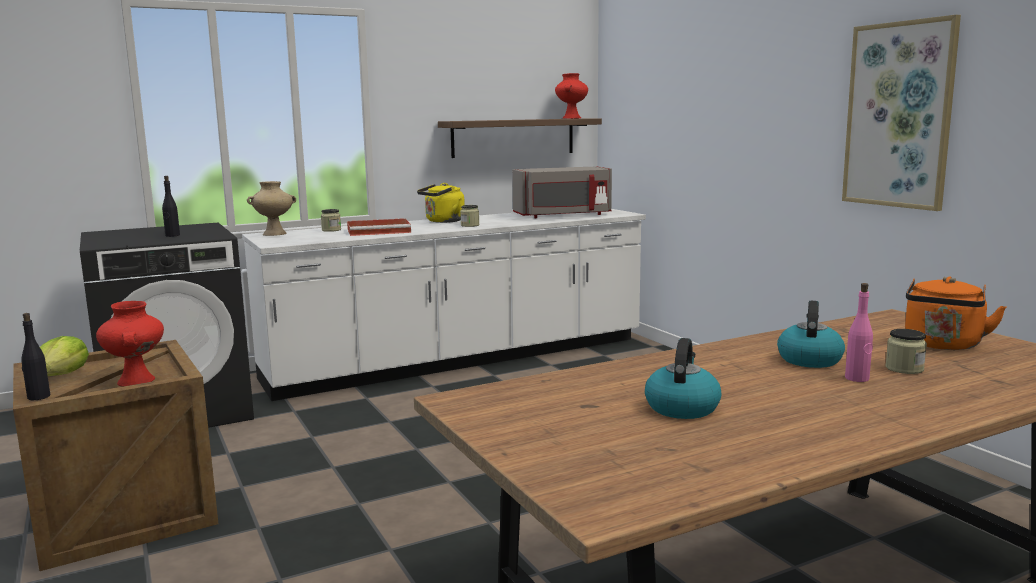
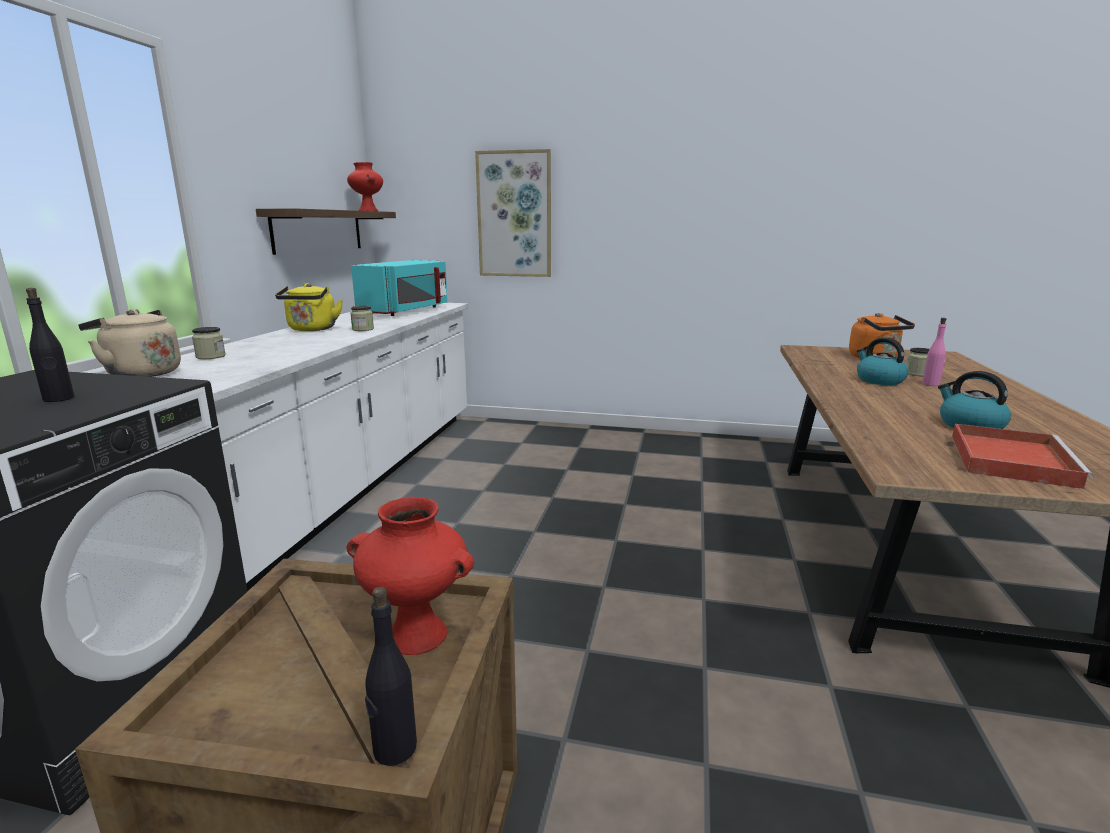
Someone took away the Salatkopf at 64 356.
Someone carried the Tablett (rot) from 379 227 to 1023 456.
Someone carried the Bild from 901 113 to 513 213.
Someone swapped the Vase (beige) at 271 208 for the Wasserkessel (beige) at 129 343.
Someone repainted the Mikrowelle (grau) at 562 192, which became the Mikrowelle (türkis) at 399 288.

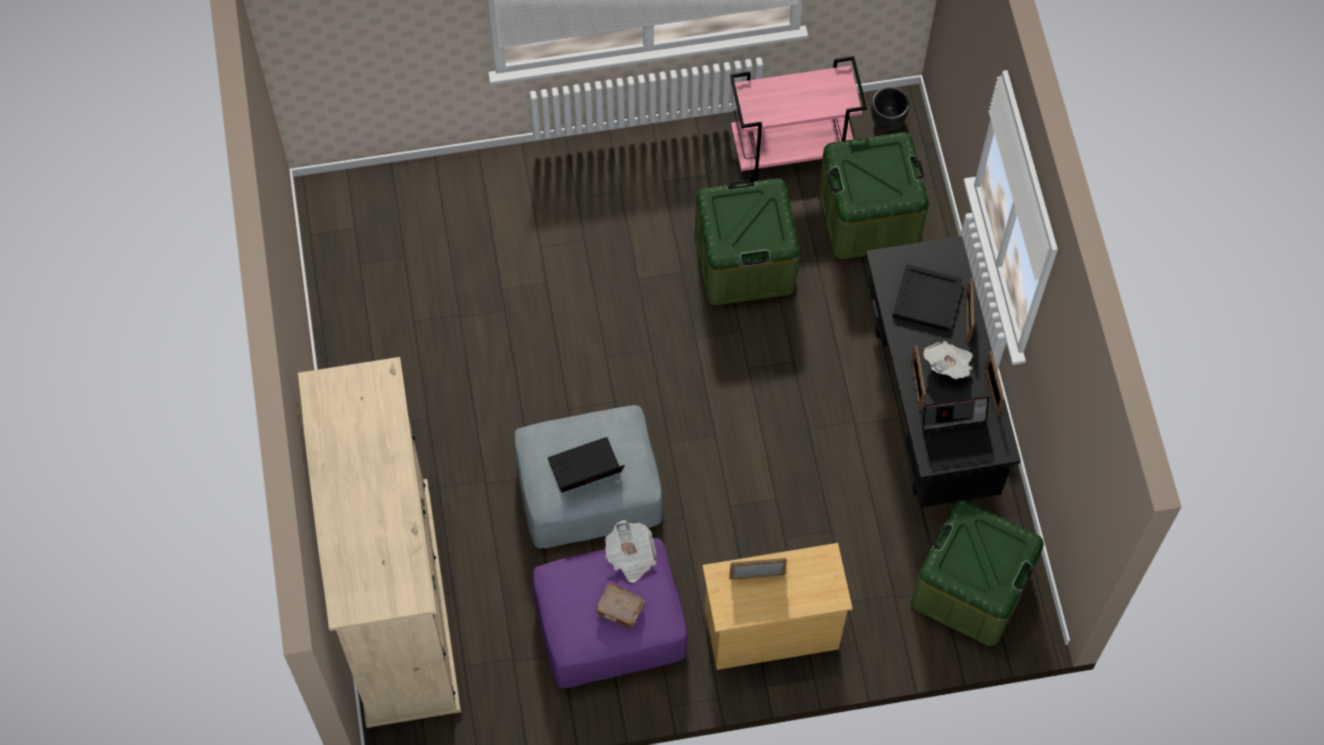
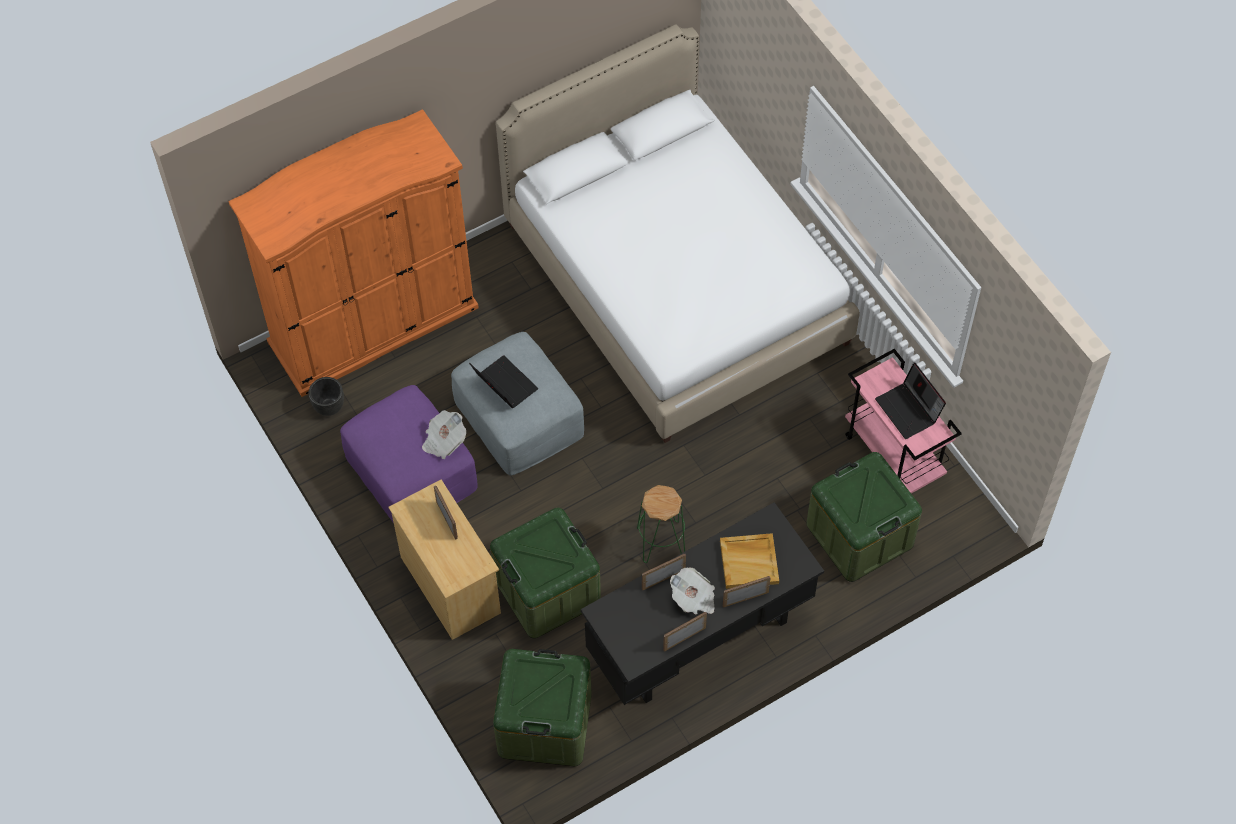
Someone took away the Buch (braun) at 619 606.
Someone put down the Bett (weiß) at 678 233.
Someone put down the Hocker (grün) at 661 524.
Someone carried the Aufbewahrungsbox (grün) from 747 242 to 545 573.
Someone carried the Pflanzkübel (schwarz) from 890 108 to 326 396.
Someone carried the Laptop from 958 432 to 910 400.
Someone repainted the Kleiderschrank (beige) at 379 542, which became the Kleiderschrank (orange) at 353 253.
Someone repainted the Tablett (schwarz) at 927 298, which became the Tablett (beige) at 749 561.

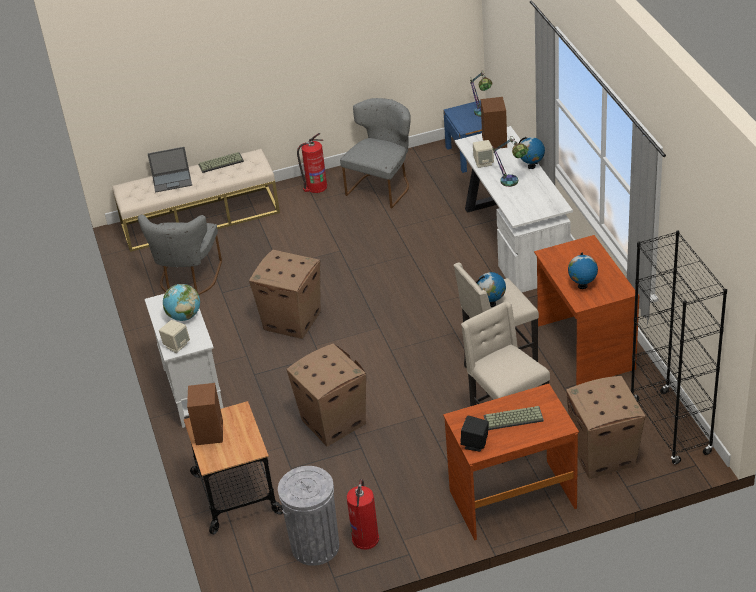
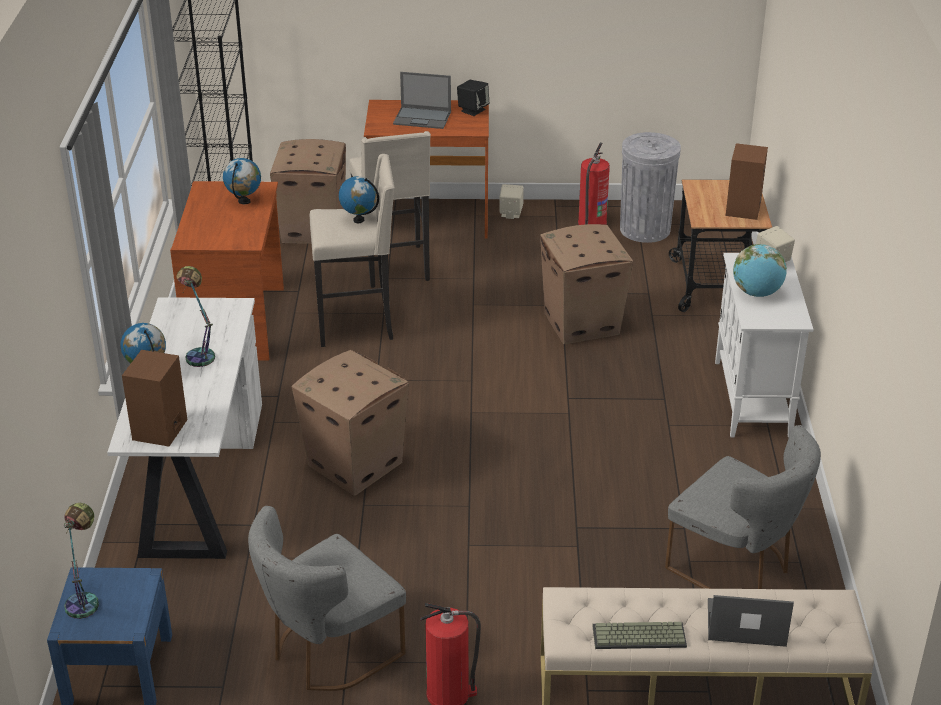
Someone carried the Karton from 285 294 to 350 423.
Someone carried the Lautsprecher (beige) from 483 154 to 512 201.
Someone swapped the Tastatur at 514 418 for the Laptop at 422 100.
Someone rotated the Stuhl (grau) at 180 254 by 105 degrees clockwise.

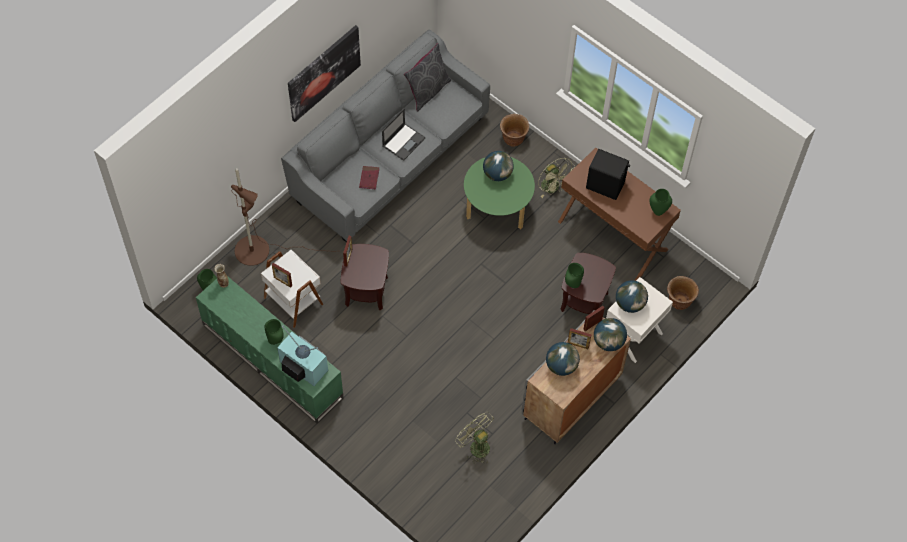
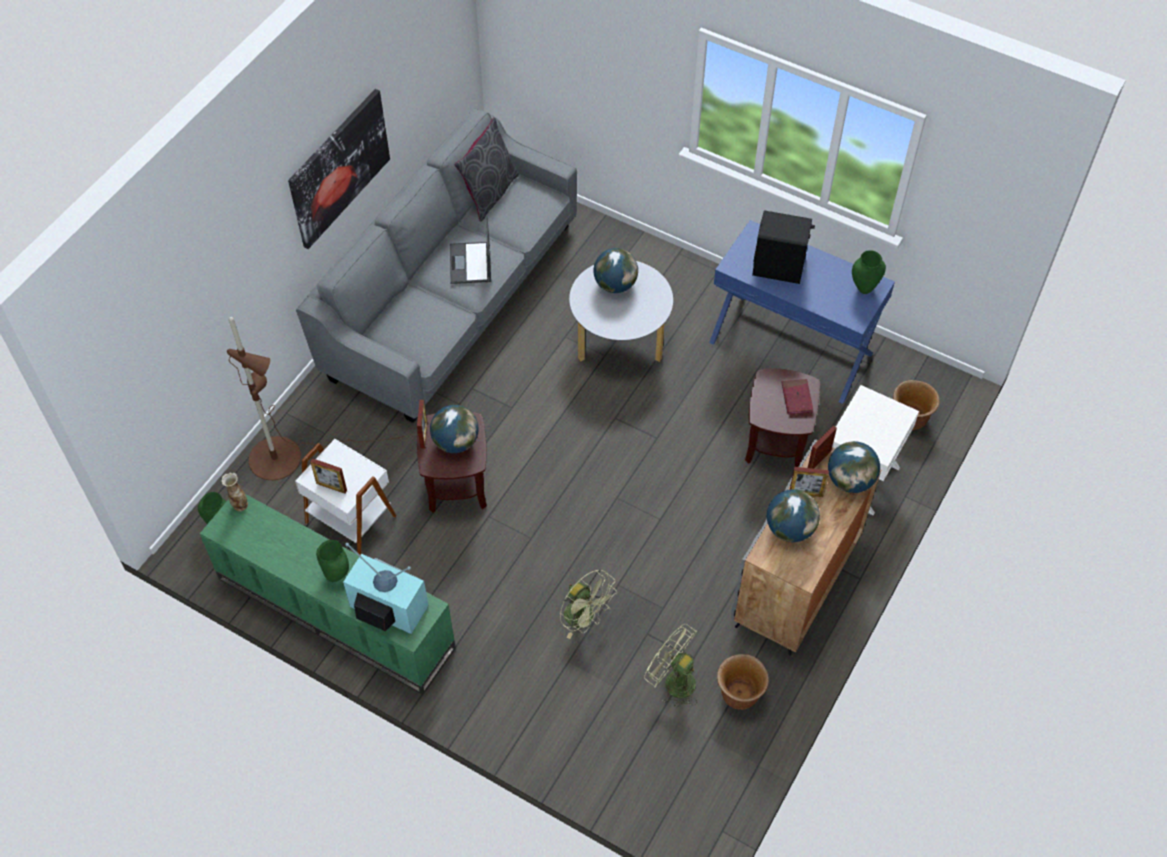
Someone took away the Vase (grün) at 574 275.
Someone carried the Buch (rot) from 369 177 to 797 396.
Someone carried the Pflanzkübel (braun) from 514 130 to 743 682.
Someone carried the Ventilator (grün) from 556 178 to 588 604.
Someone carried the Globus from 632 296 to 454 429.
Someone repainted the Couchtisch (grün) at 499 193, which became the Couchtisch (grau) at 621 311.
Someone repainted the Konsolentisch (braun) at 619 214, which became the Konsolentisch (blau) at 802 312.
Someone rotated the Laptop at 404 134 by 150 degrees clockwise.

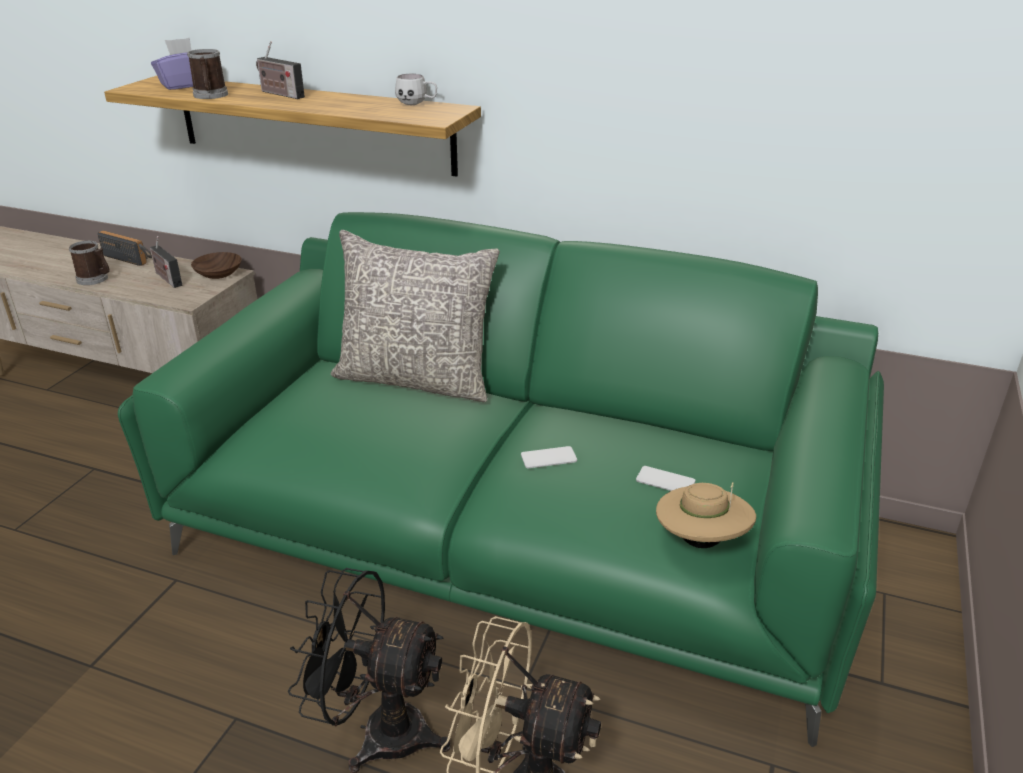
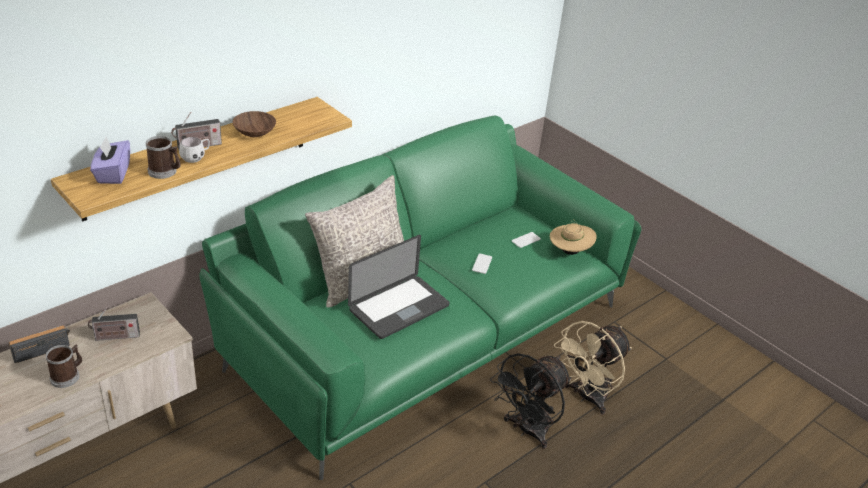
Someone put down the Laptop at 398 287.
Someone carried the Schüssel (braun) from 216 265 to 254 124.
Someone carried the Henkelbecher (weiß) from 416 89 to 194 150.

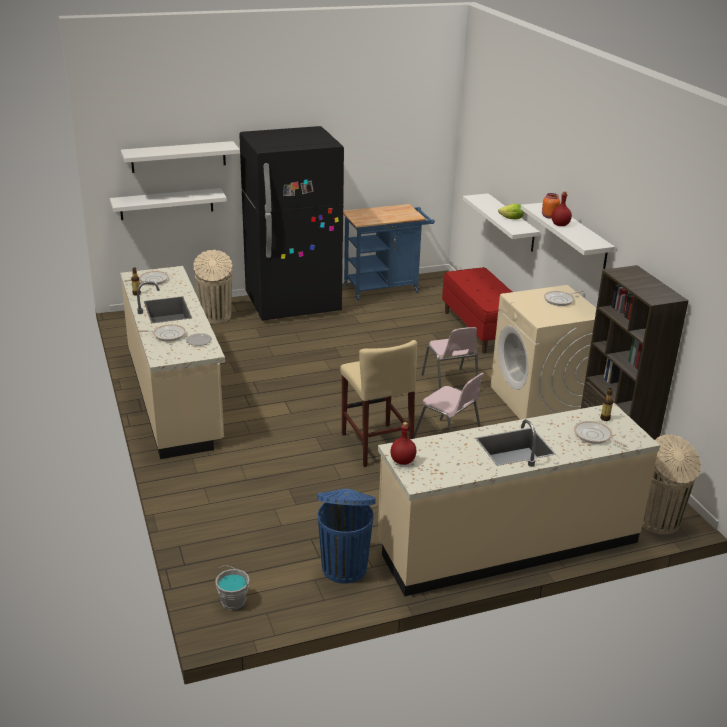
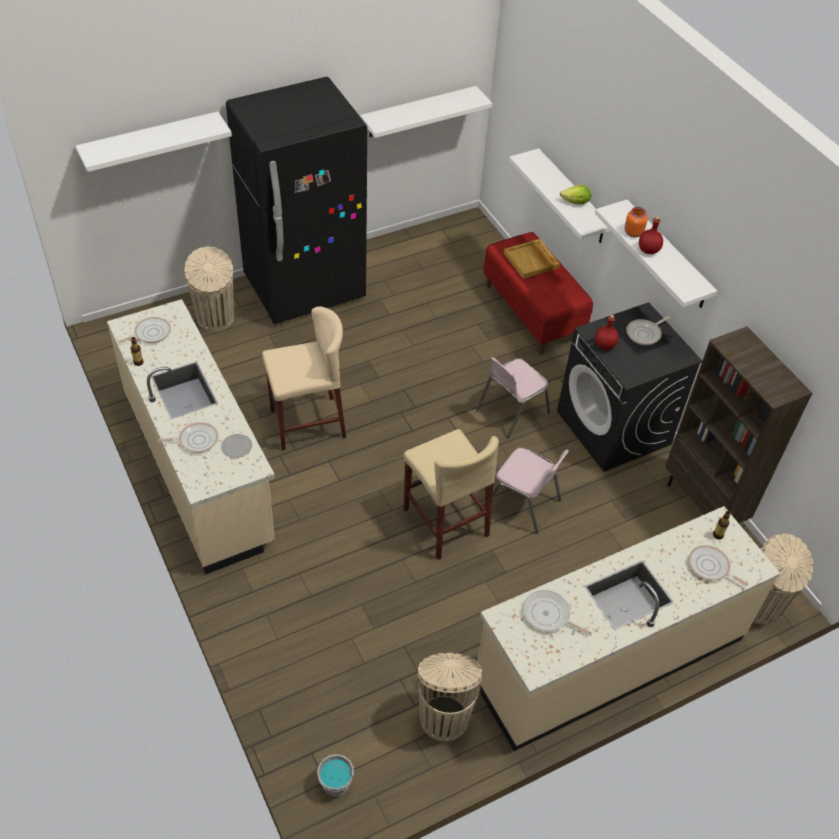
Someone took away the Rollwagen (blau) at 389 252.
Someone put down the Hocker (beige) at 304 378.
Someone put down the Tablett (beige) at 532 259.
Someone put down the Pfanne at 557 612.
Someone carried the Wandregal (weiß) from 168 204 to 426 112.
Someone carried the Flasche (rot) from 403 443 to 607 332.
Someone repainted the Mülleimer (blau) at 346 536, which became the Mülleimer (beige) at 450 697.
Someone repainted the Waschmaschine (beige) at 543 352, which became the Waschmaschine (schwarz) at 629 387.
Someone rotated the Stuhl (rosa) at 449 358 by 75 degrees clockwise.

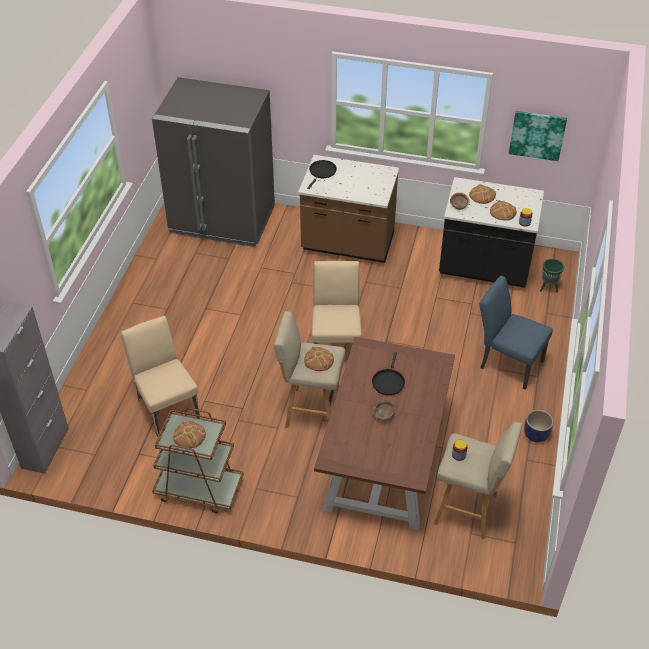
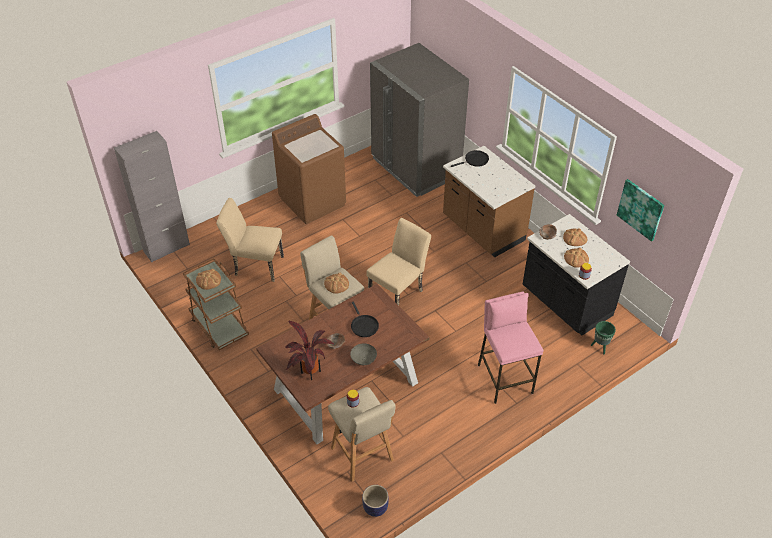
Someone put down the Waschmaschine (braun) at 309 169.
Someone put down the Topfpflanze at 310 350.
Someone put down the Schüssel (grau) at 363 354.
Someone carried the Pflanzkübel from 539 426 to 375 501.
Someone swapped the Stuhl (blau) at 516 333 for the Hocker (rosa) at 511 348.
Someone rotated the Stuhl (beige) at 160 376 by 90 degrees counterclockwise.
Someone rotated the Pfanne (schwarz) at 388 373 by 75 degrees counterclockwise.

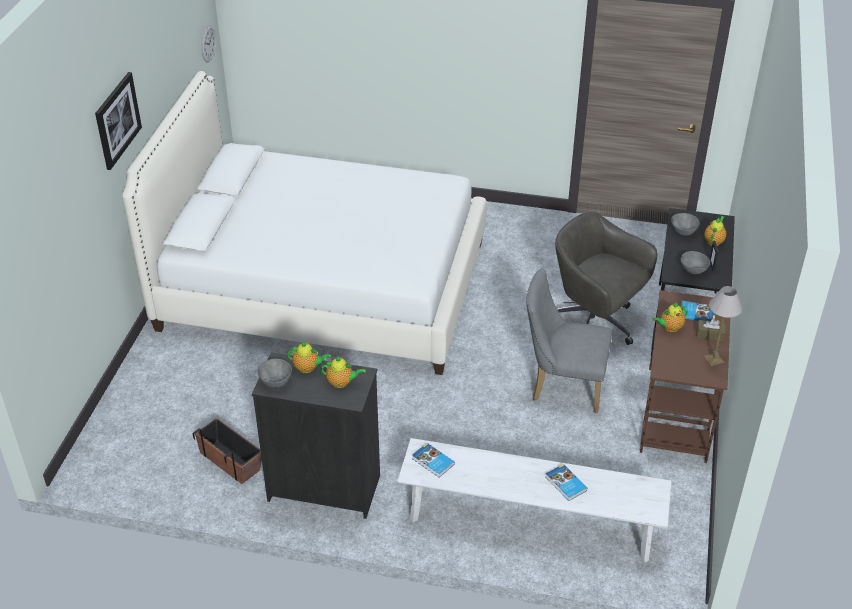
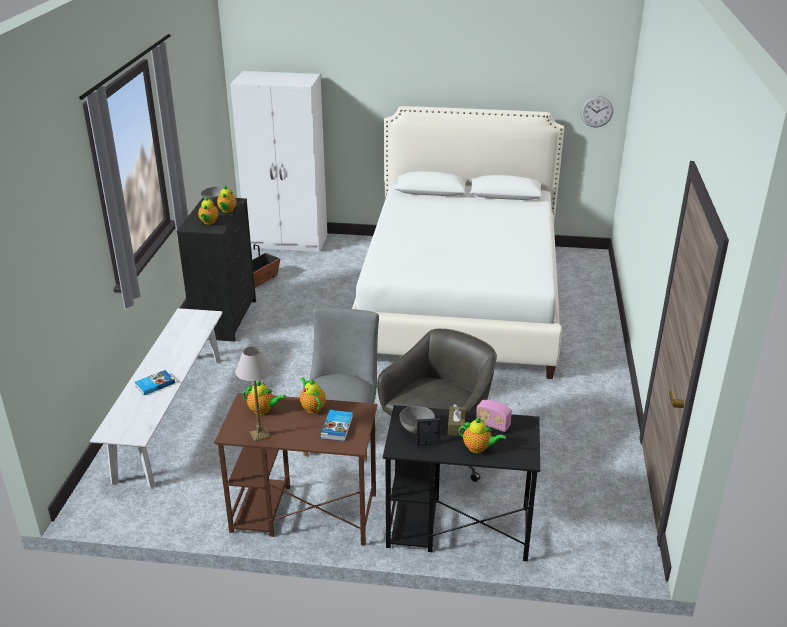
Someone took away the Bild at 118 121.
Someone took away the Buch at 433 460.
Someone put down the Kleiderschrank (weiß) at 278 161.
Someone put down the Teekanne at 264 398.
Someone carried the Taschentuchbox (braun) from 711 329 to 457 420.
Someone swapped the Schüssel (grau) at 685 224 for the Radio at 494 416.

